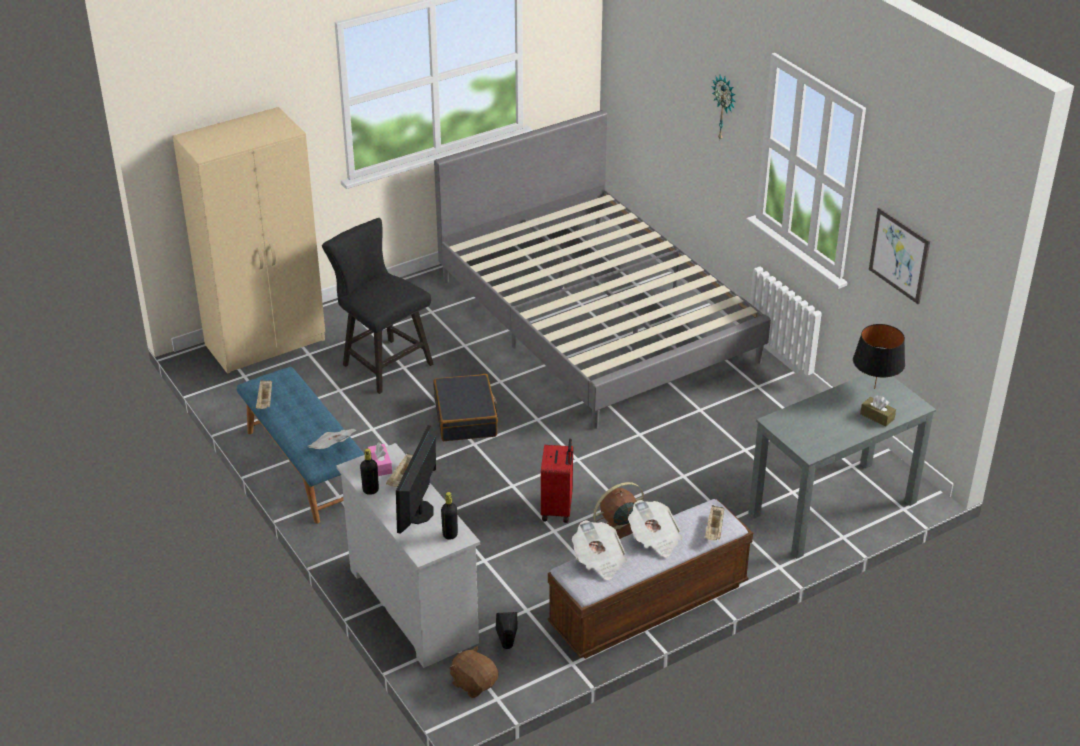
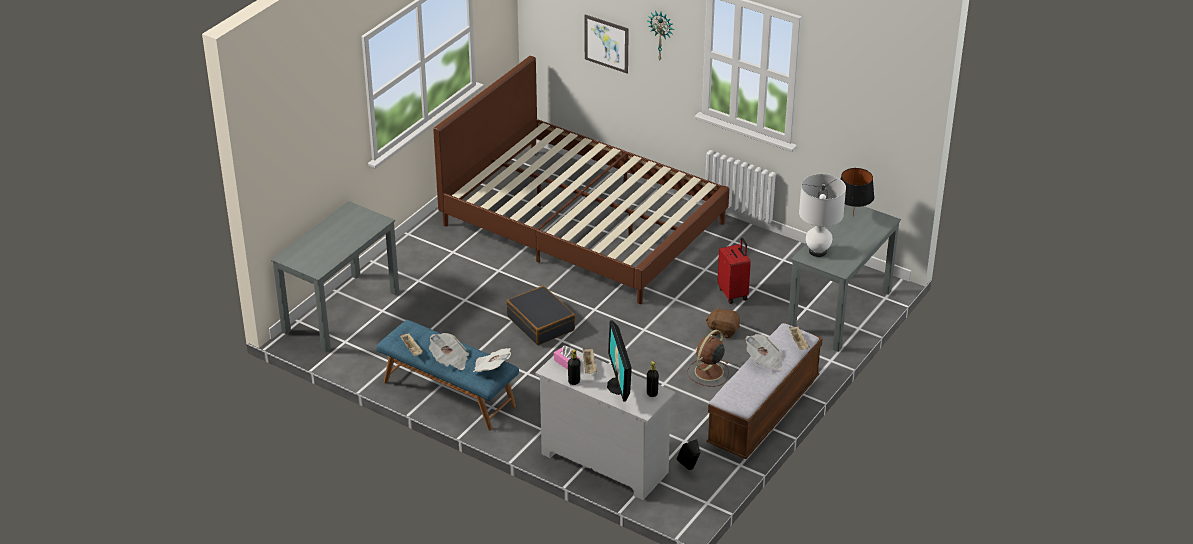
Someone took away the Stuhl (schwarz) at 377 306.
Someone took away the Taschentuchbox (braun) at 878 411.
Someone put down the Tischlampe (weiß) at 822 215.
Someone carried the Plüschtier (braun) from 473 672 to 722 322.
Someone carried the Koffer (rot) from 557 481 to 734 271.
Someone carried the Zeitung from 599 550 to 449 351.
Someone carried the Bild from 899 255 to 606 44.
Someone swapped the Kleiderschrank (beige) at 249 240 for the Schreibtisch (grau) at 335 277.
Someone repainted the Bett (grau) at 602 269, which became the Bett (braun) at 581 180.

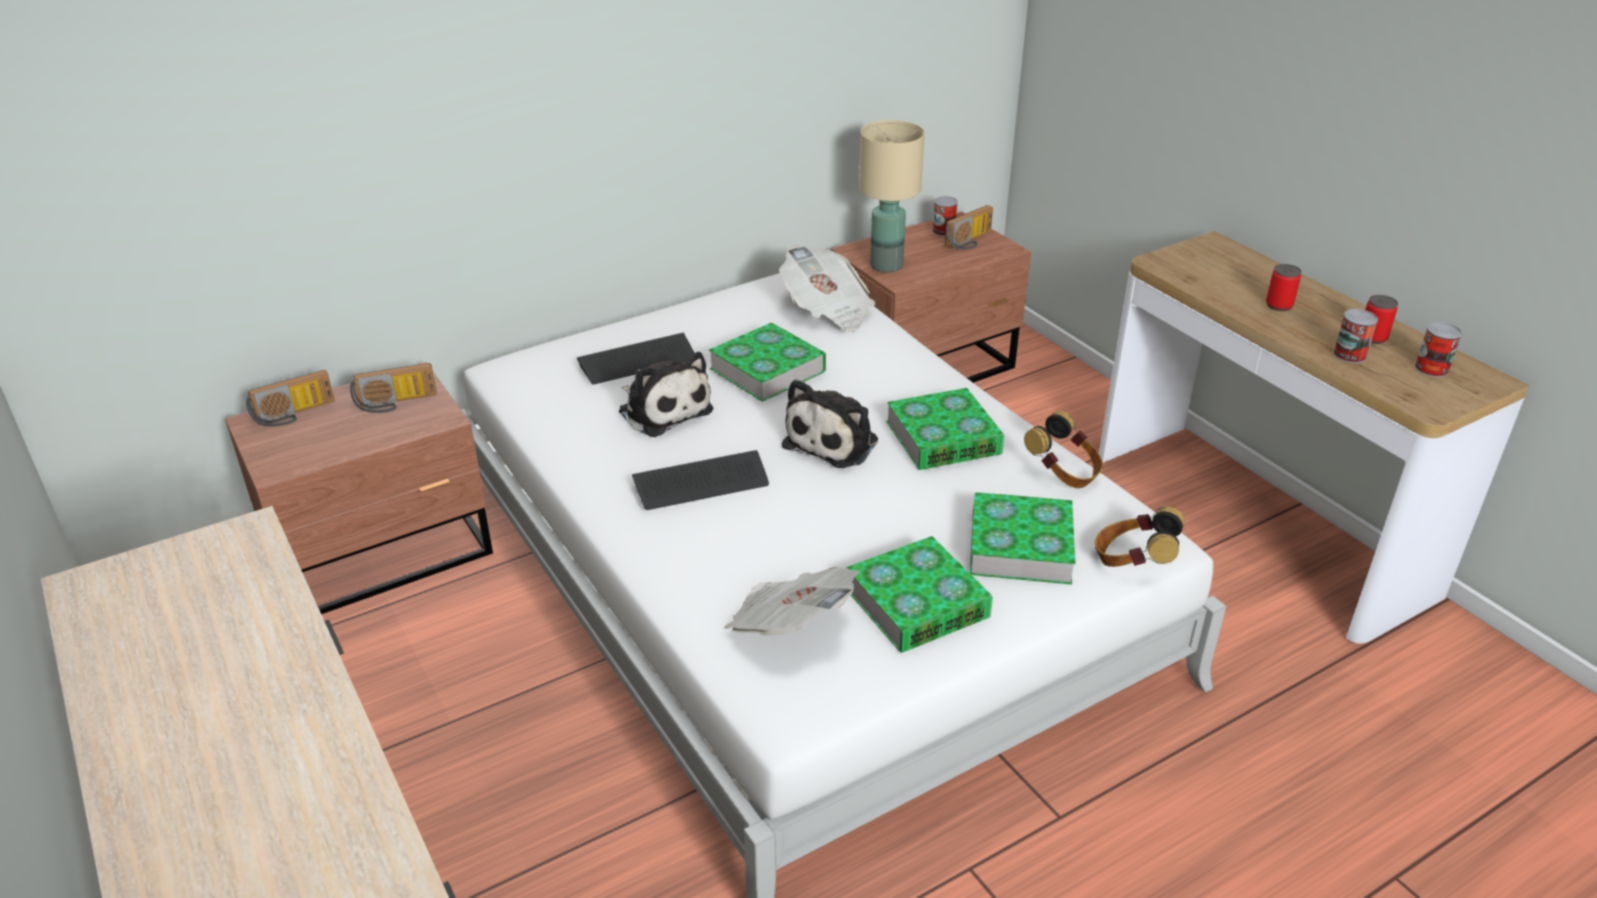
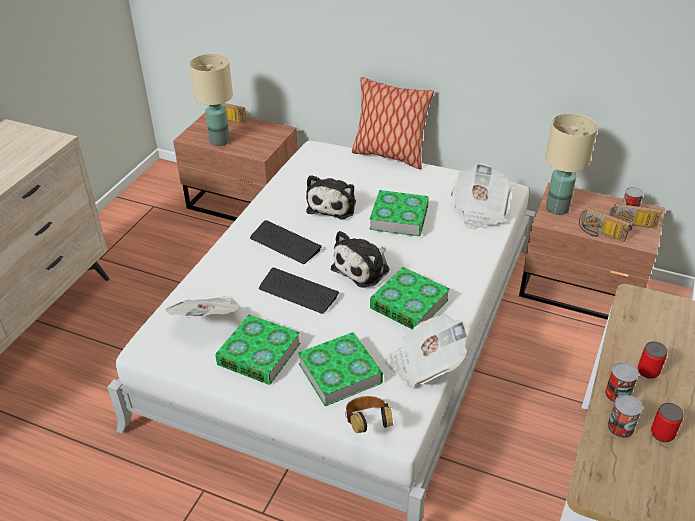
Someone put down the Tischlampe (beige) at 211 100.
Someone put down the Kissen at 393 123.
Someone carried the Radio from 393 388 to 605 224.
Someone carried the Tastatur from 636 358 to 299 291.
Someone carried the Dose from 1439 349 to 622 382.
Someone swapped the Kopfhörer at 1063 449 for the Zeitung at 427 350.
Someone rotated the Plüschtier at 830 423 by 45 degrees counterclockwise.

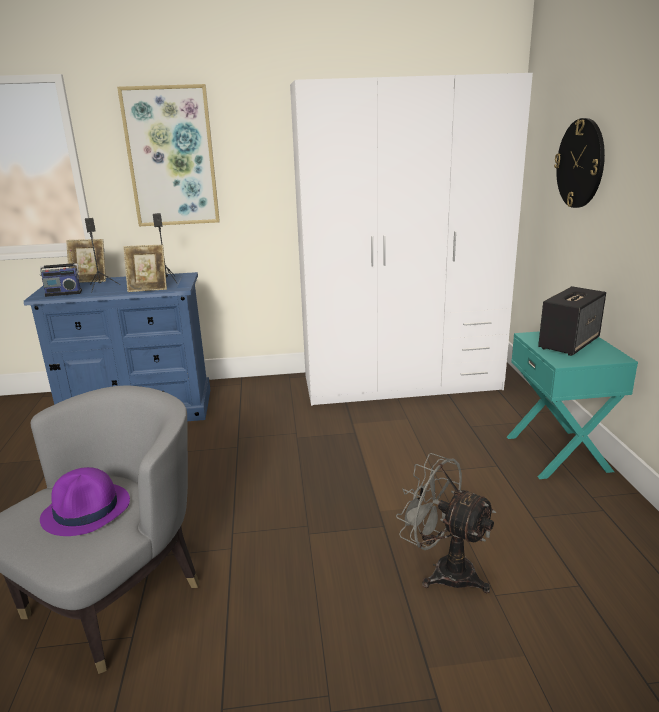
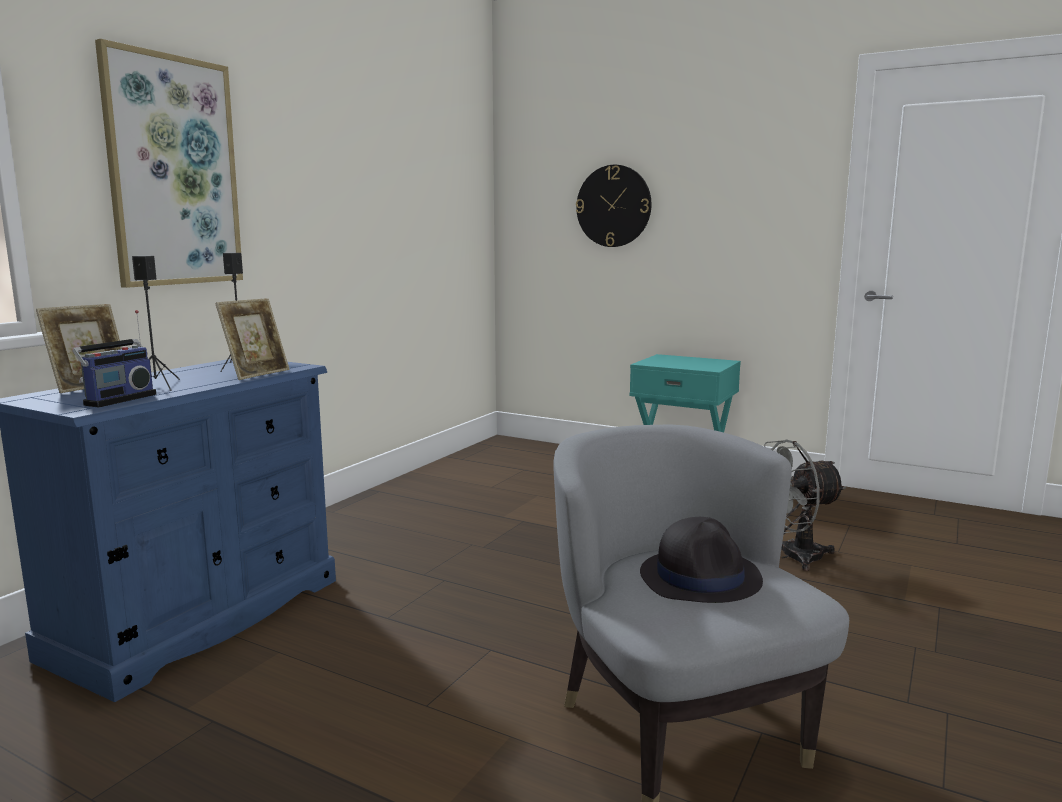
Someone took away the Kleiderschrank (weiß) at 411 239.
Someone took away the Lautsprecher at 572 321.
Someone repainted the Hut (lila) at 85 501, which became the Hut (schwarz) at 701 560.

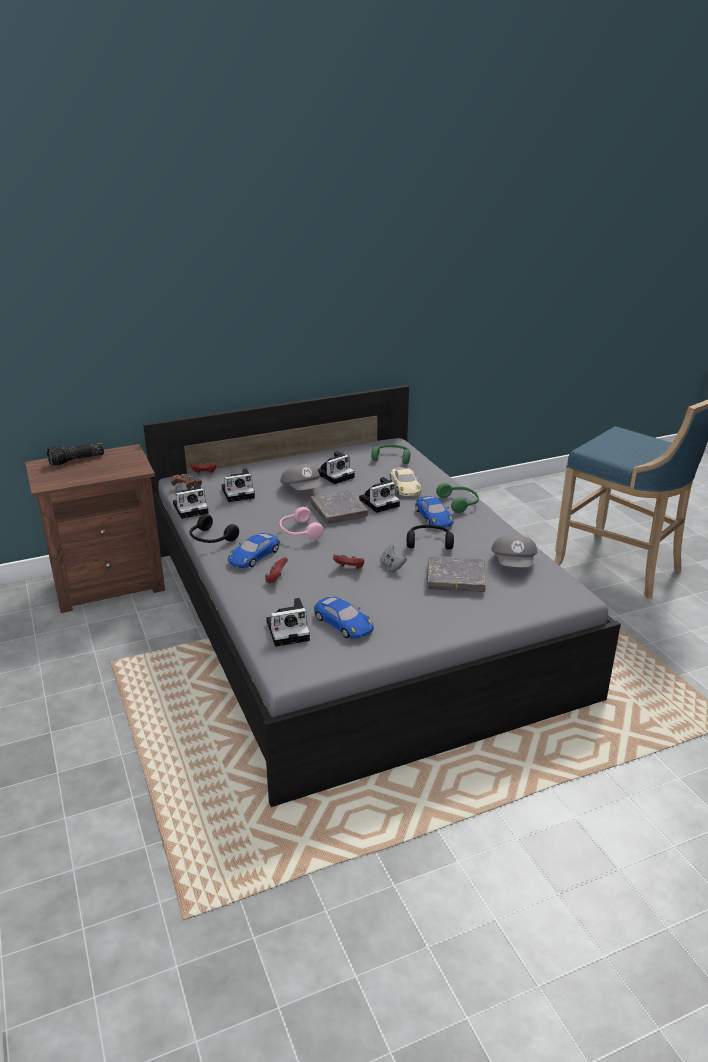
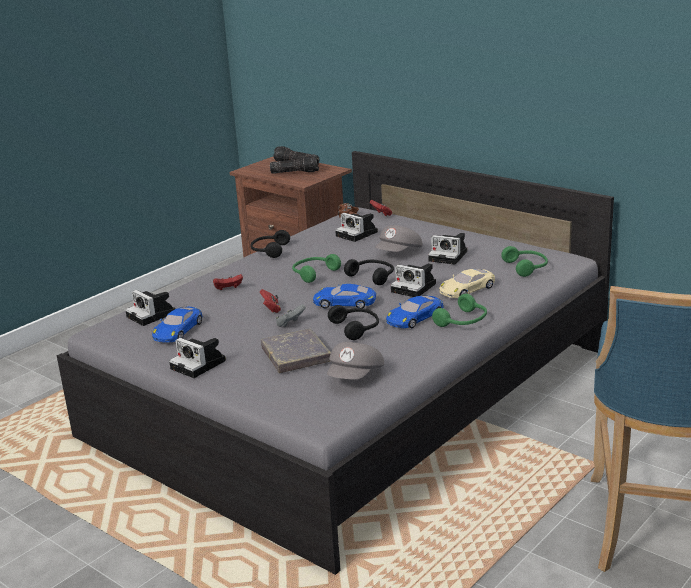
Someone put down the Taschenlampe at 294 164.
Someone carried the Kamera from 190 501 to 197 358.
Someone carried the Spielzeugauto (blau) from 254 550 to 344 296.
Someone swapped the Buch (grau) at 339 507 for the Kopfhörer (schwarz) at 369 272.
Someone repainted the Kopfhörer (rosa) at 301 523, which became the Kopfhörer (grün) at 316 268.
Someone rotated the Kappe (grau) at 514 551 by 45 degrees counterclockwise.

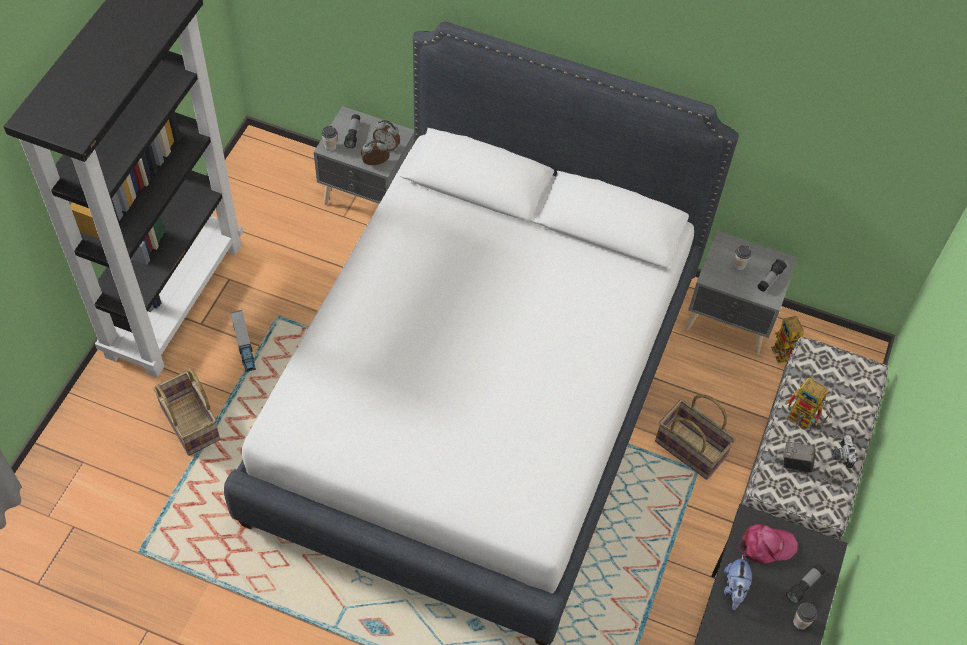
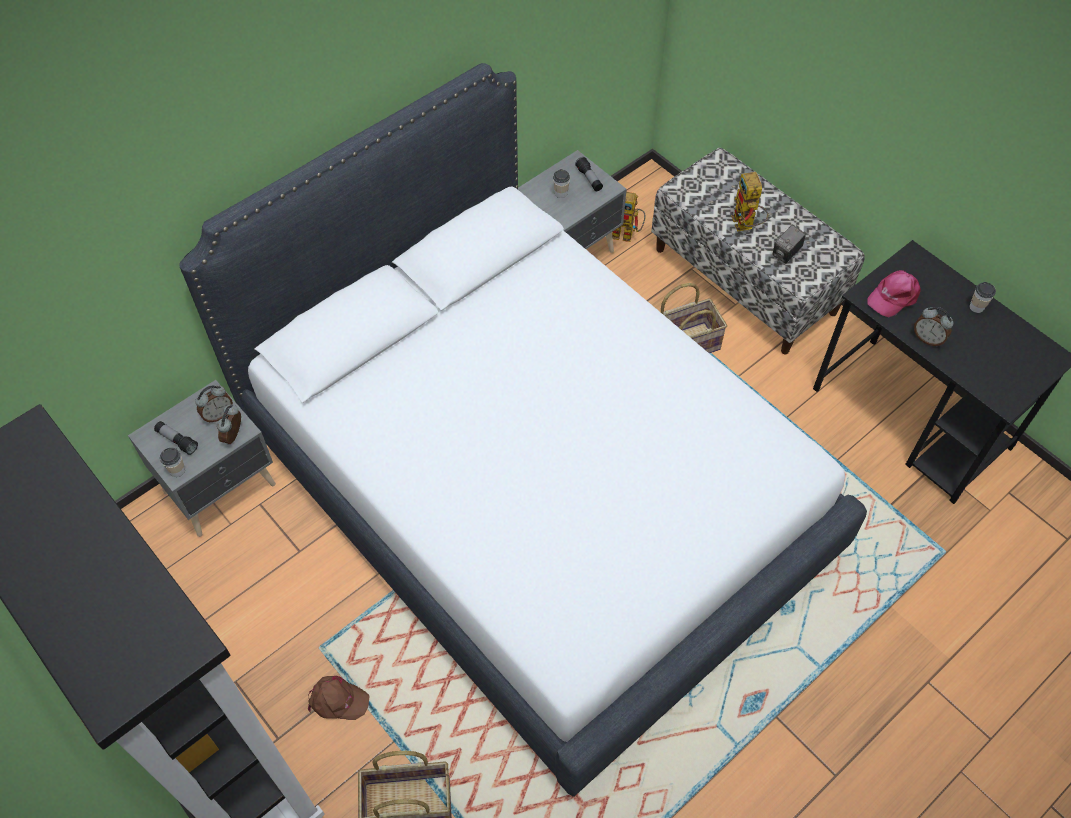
Someone took away the Taschenlampe at 805 584.
Someone took away the Kamera at 843 451.
Someone swapped the Spielzeuglaster at 243 341 for the Kappe (braun) at 339 698.
Someone swapped the Plüschtier at 738 582 for the Wecker at 934 326.
Someone rotated the Kappe (rosa) at 768 544 by 150 degrees counterclockwise.
Someone rotated the Spielzeugroboter at 809 404 by 105 degrees clockwise.

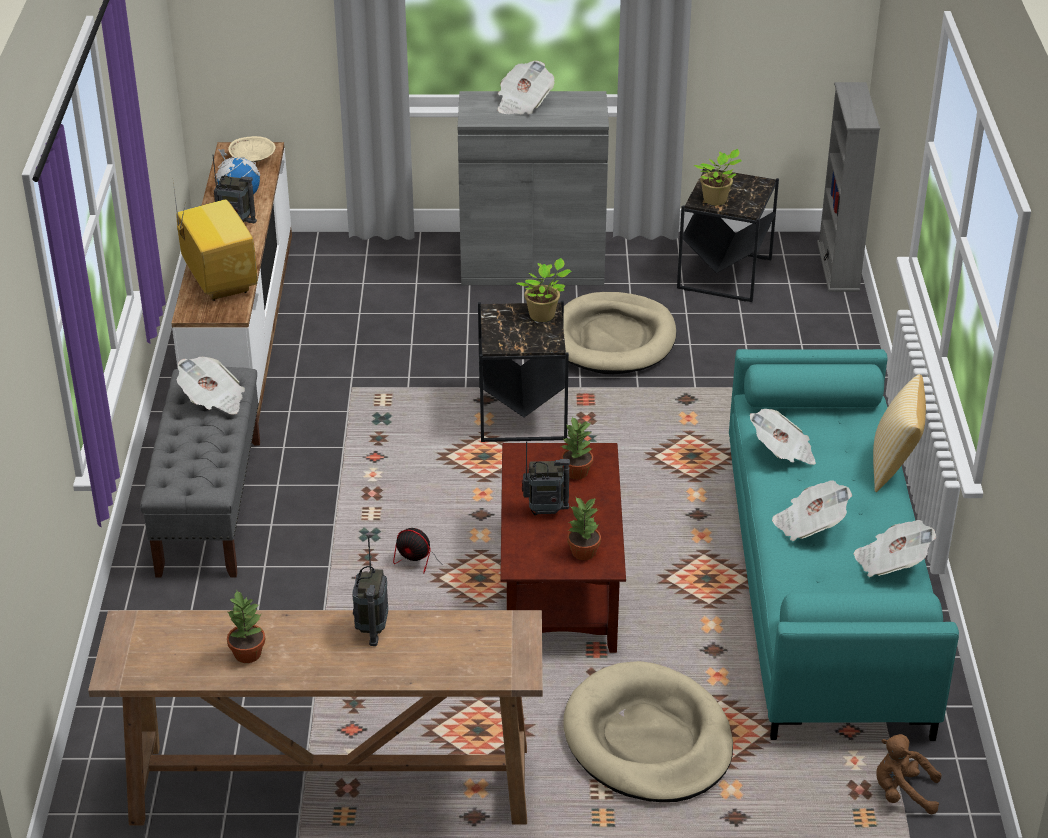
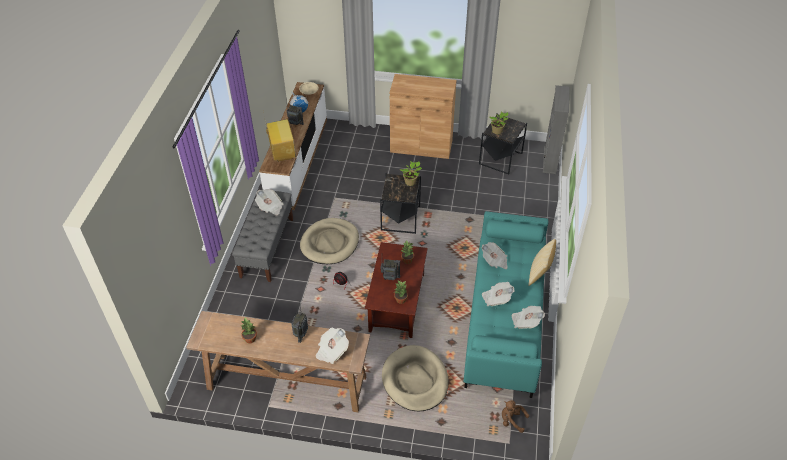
Someone carried the Zeitung from 526 87 to 332 346.
Someone carried the Hundebett (beige) from 619 333 to 329 241.
Someone repainted the Schrank (grau) at 533 188, which became the Schrank (braun) at 423 116.

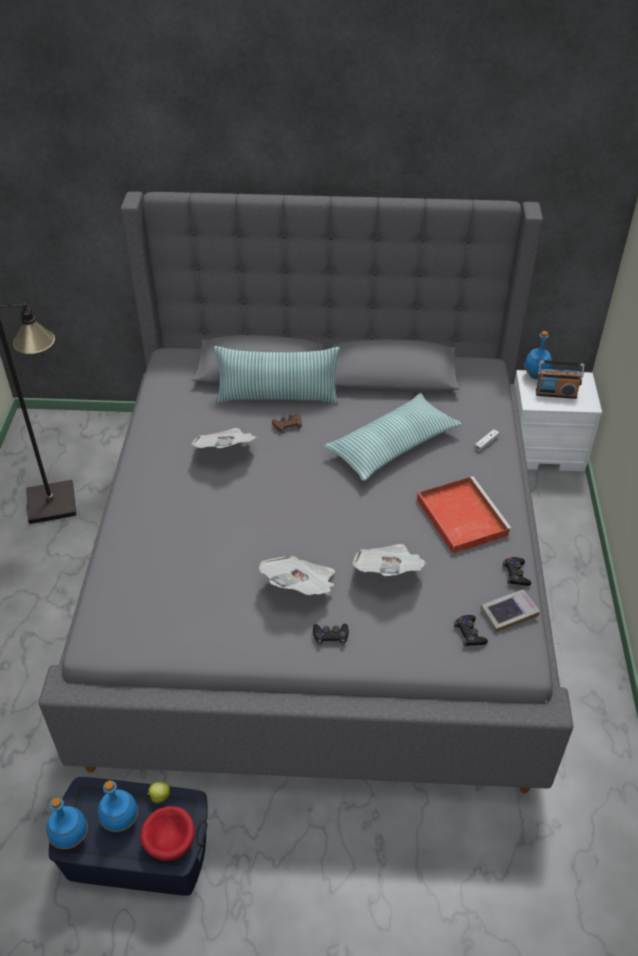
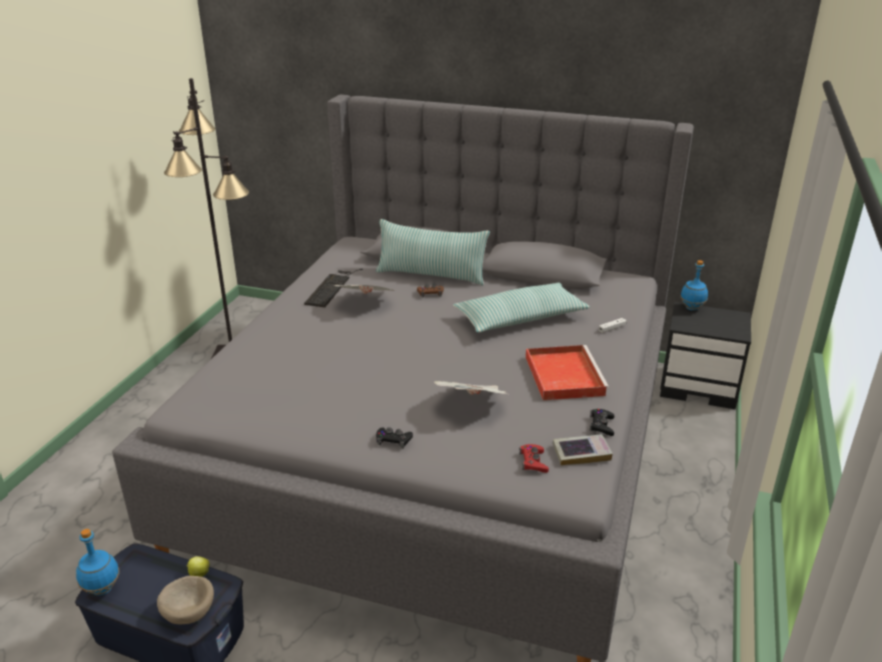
Someone took away the Flasche (blau) at 118 806.
Someone took away the Zeitung at 297 575.
Someone took away the Radio at 560 379.
Someone put down the Tastatur at 333 288.
Someone repainted the Schüssel (rot) at 167 833, which became the Schüssel (beige) at 185 600.
Someone repainted the Gamepad (schwarz) at 471 630, which became the Gamepad (rot) at 534 458.
Someone repainted the Nachttisch (weiß) at 558 420, which became the Nachttisch (schwarz) at 705 355.

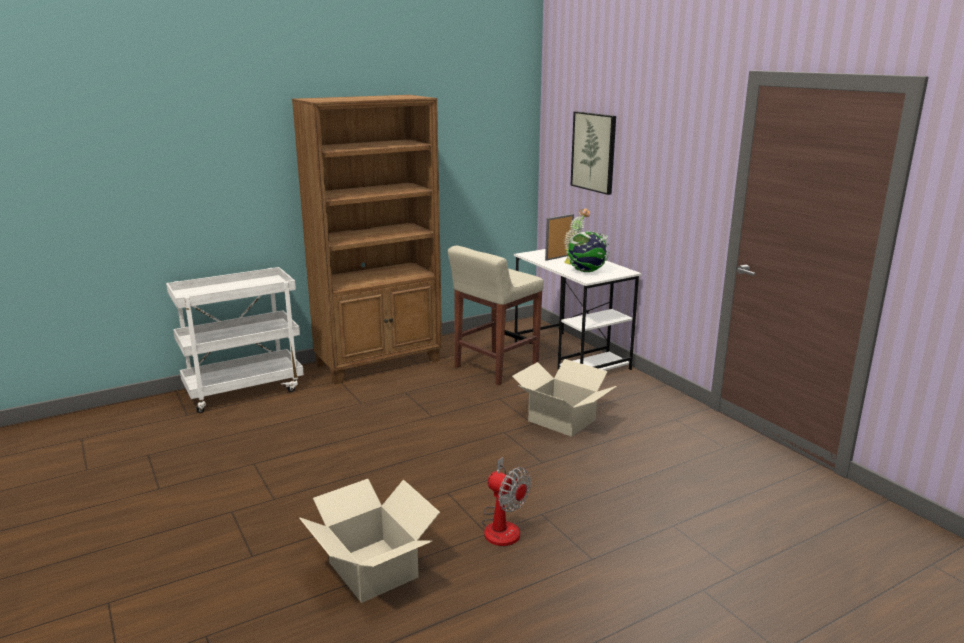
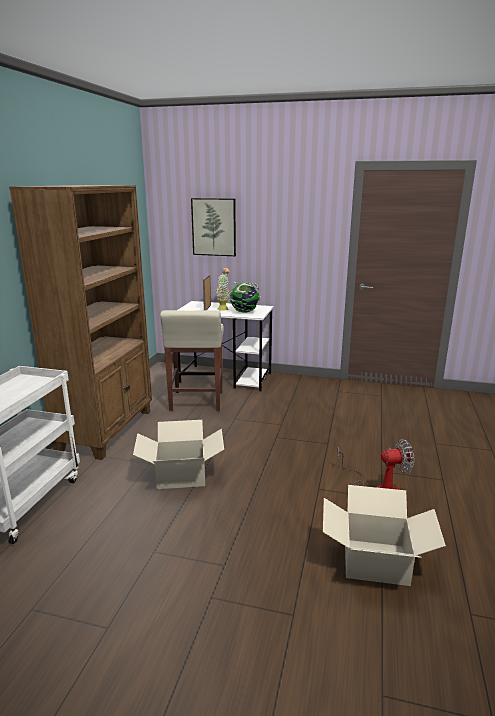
Someone carried the Karton from 564 398 to 178 454.

